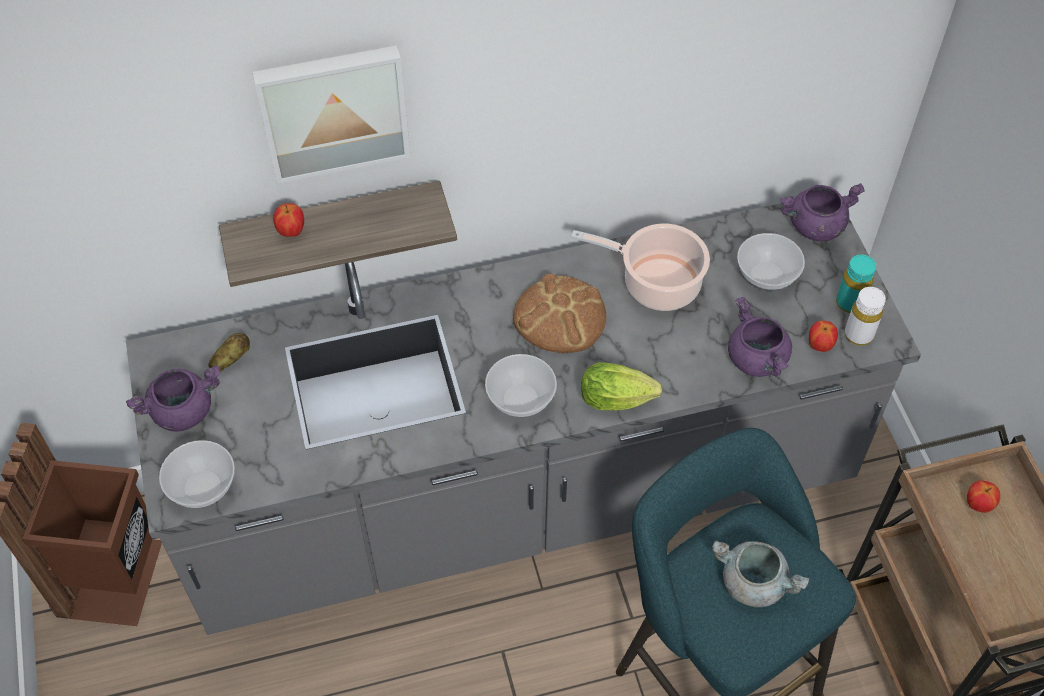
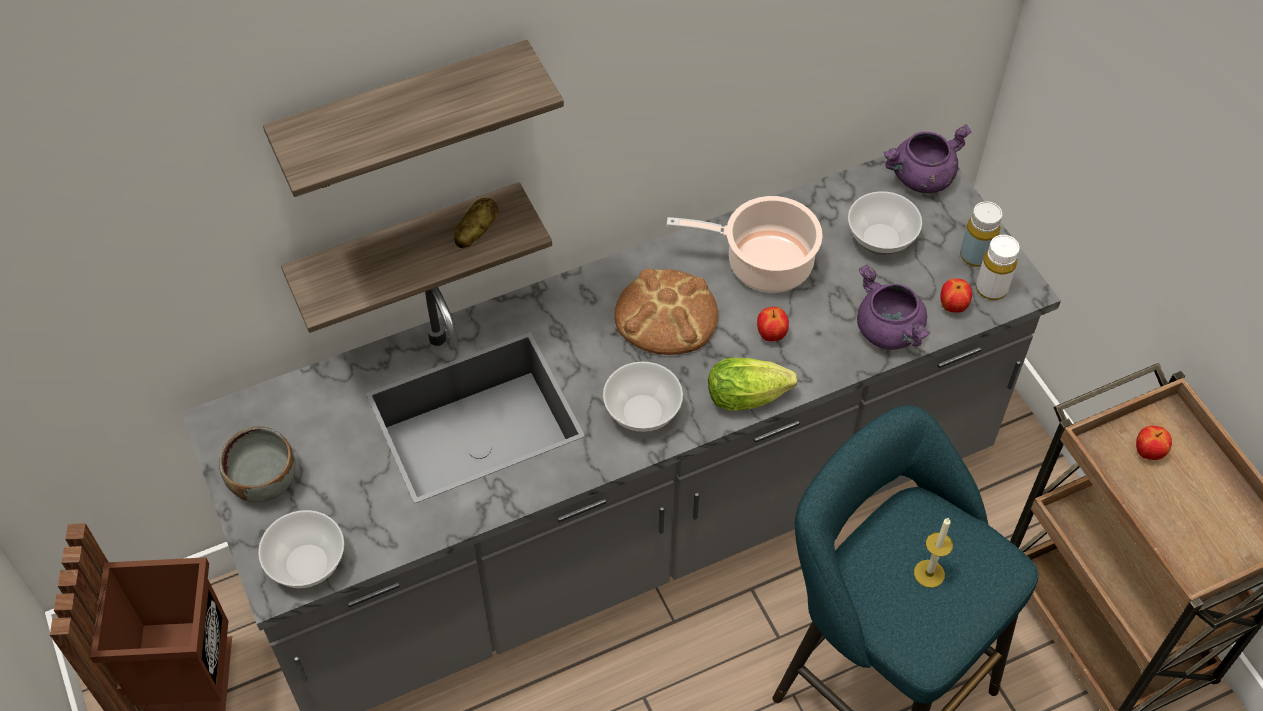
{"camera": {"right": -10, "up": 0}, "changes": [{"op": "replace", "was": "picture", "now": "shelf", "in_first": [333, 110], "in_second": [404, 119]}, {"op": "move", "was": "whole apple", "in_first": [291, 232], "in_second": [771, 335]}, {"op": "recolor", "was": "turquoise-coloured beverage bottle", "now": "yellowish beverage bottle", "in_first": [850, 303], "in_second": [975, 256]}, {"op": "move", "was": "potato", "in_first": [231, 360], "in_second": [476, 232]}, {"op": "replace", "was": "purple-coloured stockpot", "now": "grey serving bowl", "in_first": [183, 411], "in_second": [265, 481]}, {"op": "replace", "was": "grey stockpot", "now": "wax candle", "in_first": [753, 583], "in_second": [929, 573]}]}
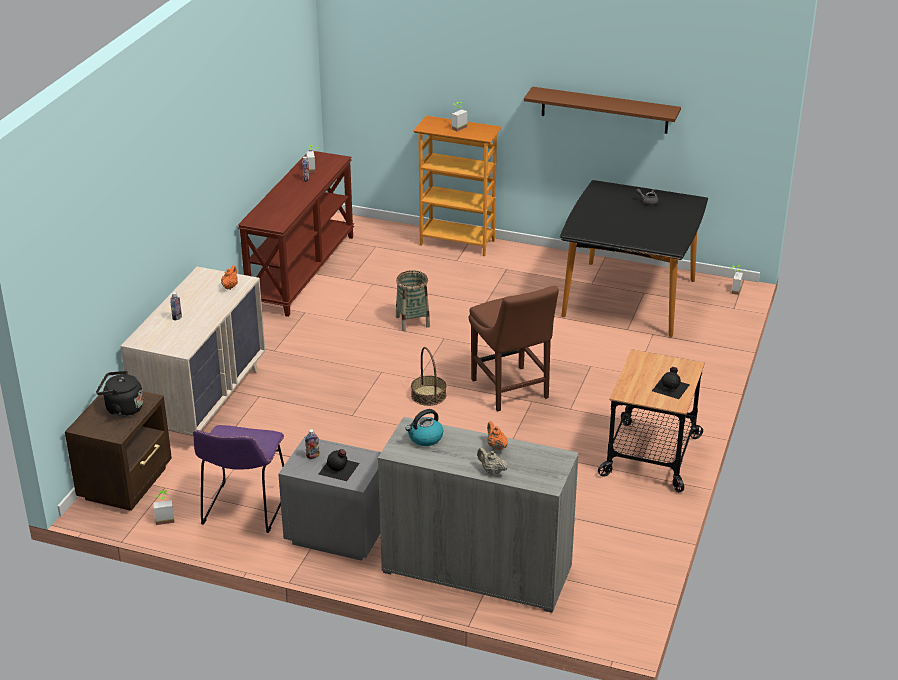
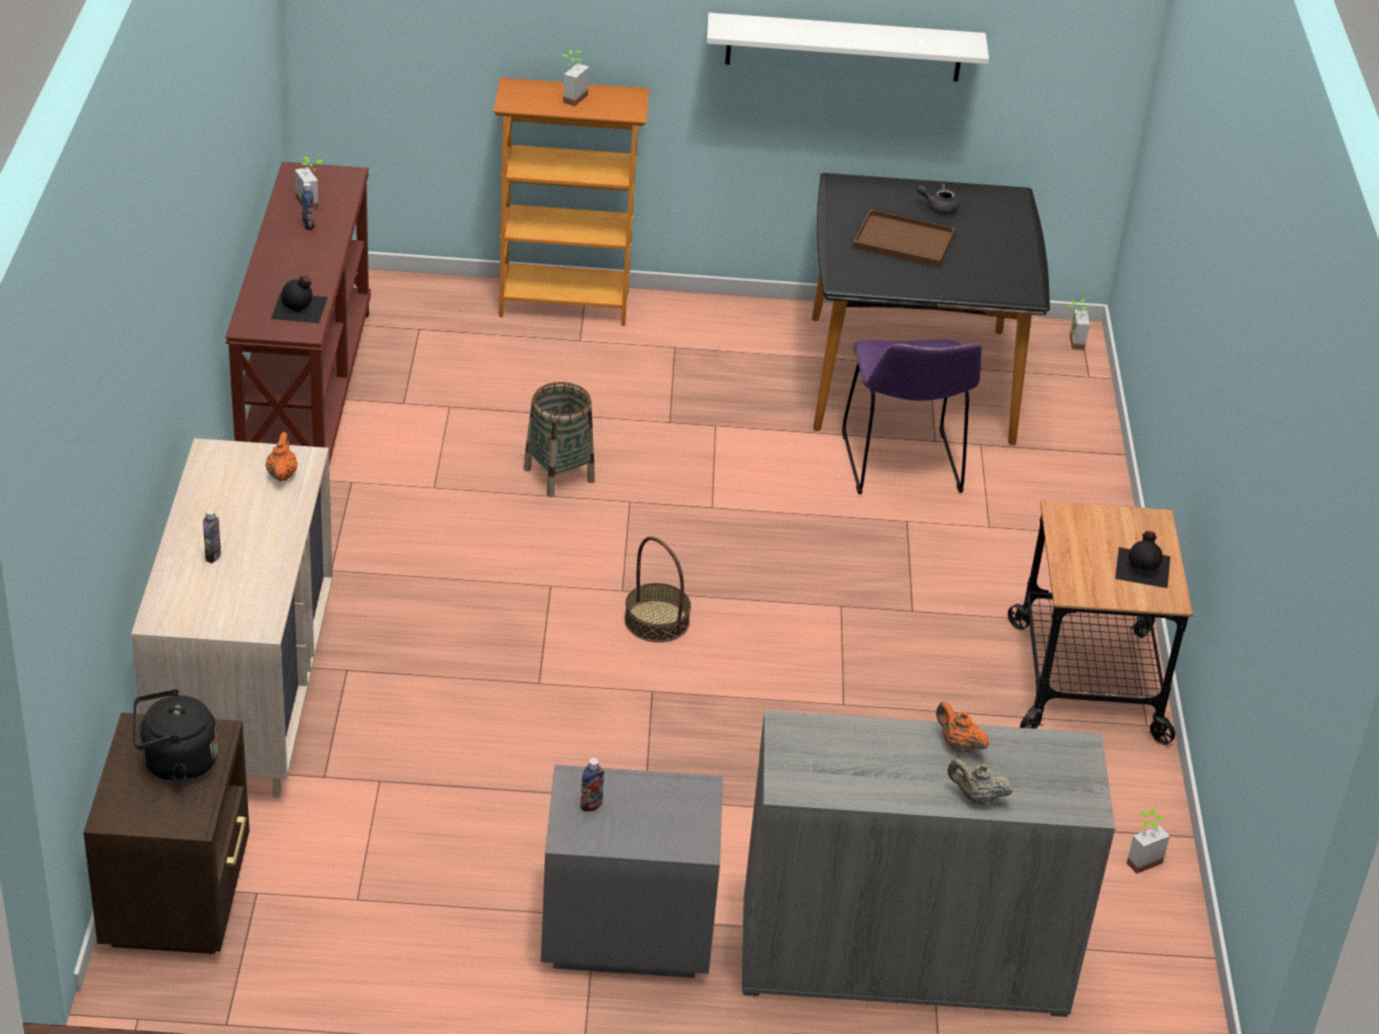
{"camera": {"right": -20, "up": 5}, "changes": [{"op": "recolor", "was": "brown shelf", "now": "white shelf", "in_first": [604, 110], "in_second": [844, 47]}, {"op": "delete", "was": "brown plain chair", "in_first": [511, 391]}, {"op": "delete", "was": "kettle", "in_first": [425, 438]}, {"op": "move", "was": "purple-coloured plain chair", "in_first": [243, 510], "in_second": [902, 467]}, {"op": "move", "was": "black-coloured beverage bottle", "in_first": [339, 469], "in_second": [300, 308]}, {"op": "move", "was": "potted plant", "in_first": [164, 518], "in_second": [1140, 858]}, {"op": "insert", "now": "brown carrying tray", "in_second": [901, 240]}]}
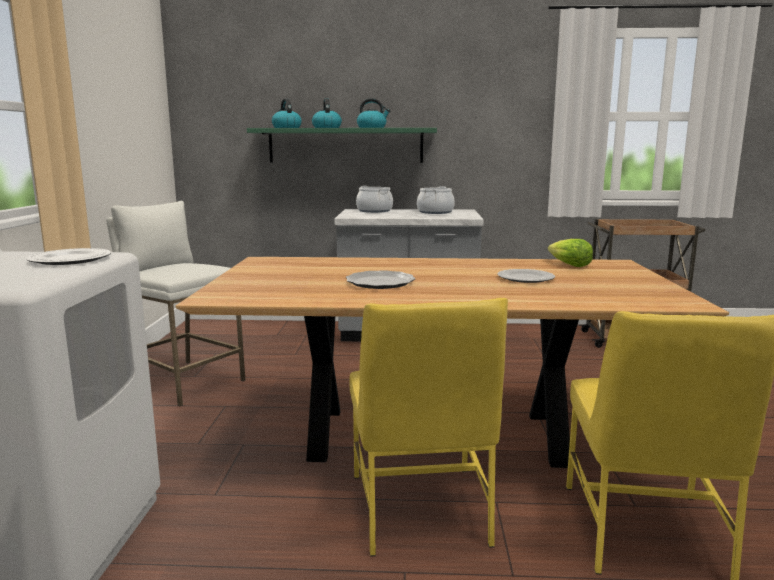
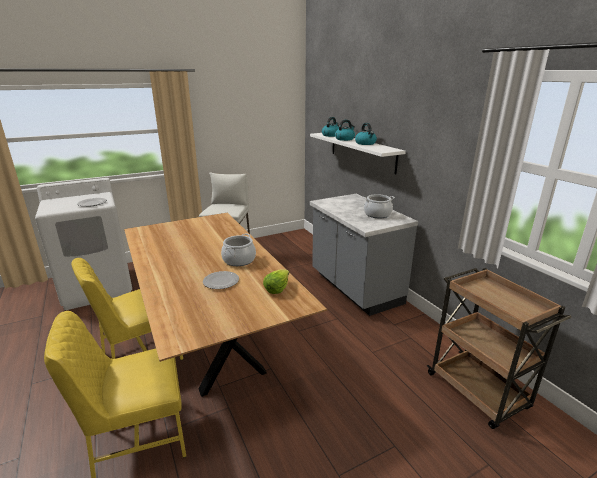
{"camera": {"right": 60, "up": 10}, "changes": [{"op": "recolor", "was": "green shelf", "now": "white shelf", "in_first": [345, 145], "in_second": [362, 151]}, {"op": "move", "was": "stockpot", "in_first": [374, 211], "in_second": [239, 260]}, {"op": "delete", "was": "plate", "in_first": [380, 282]}]}
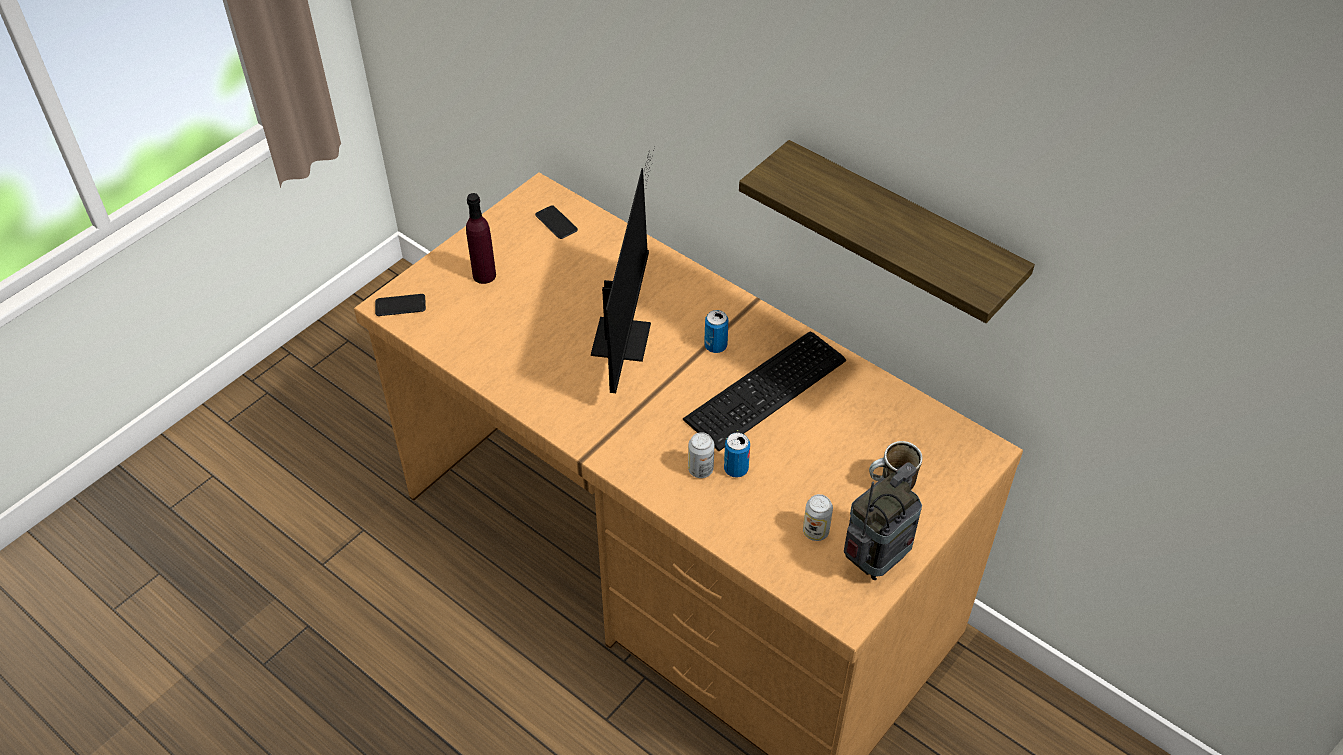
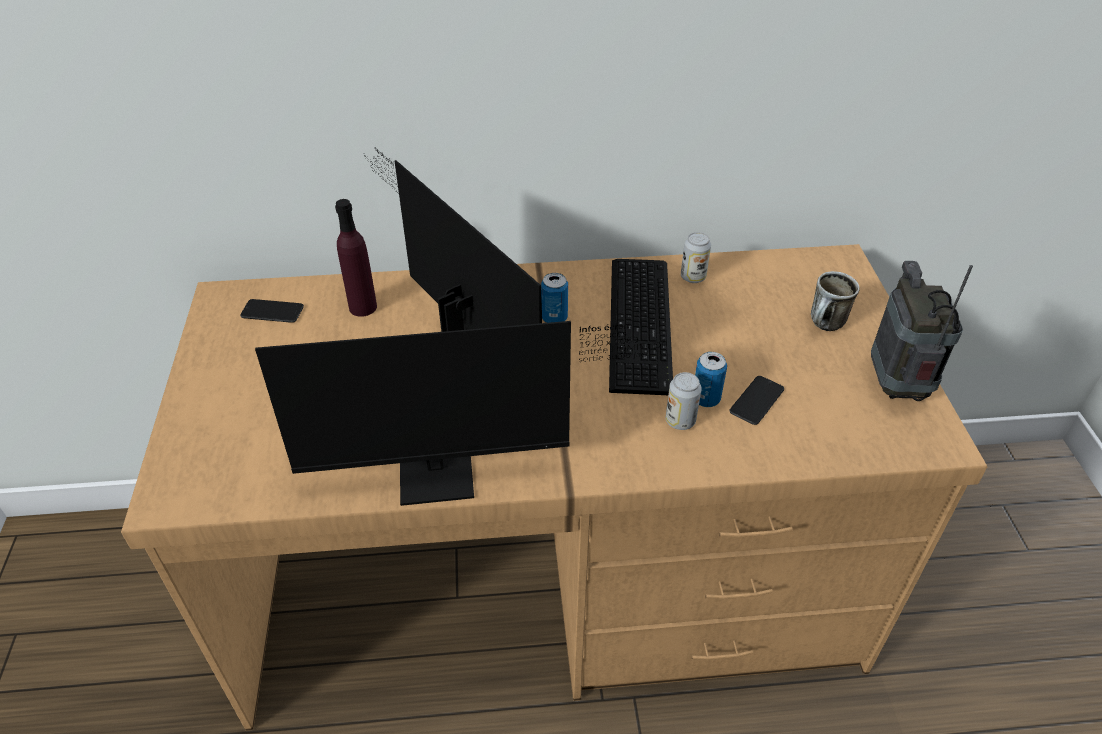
{"camera": {"right": -45, "up": -5}, "changes": [{"op": "delete", "was": "shelf", "in_first": [900, 235]}, {"op": "move", "was": "purple-coloured beverage bottle", "in_first": [484, 275], "in_second": [363, 307]}, {"op": "move", "was": "handset", "in_first": [400, 306], "in_second": [756, 401]}, {"op": "move", "was": "metal can", "in_first": [815, 531], "in_second": [693, 277]}, {"op": "insert", "now": "monitor", "in_second": [450, 475]}]}
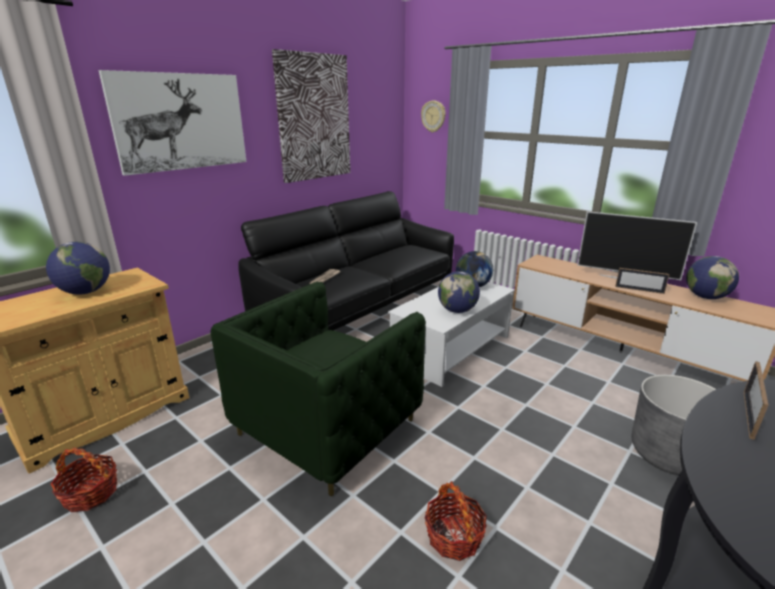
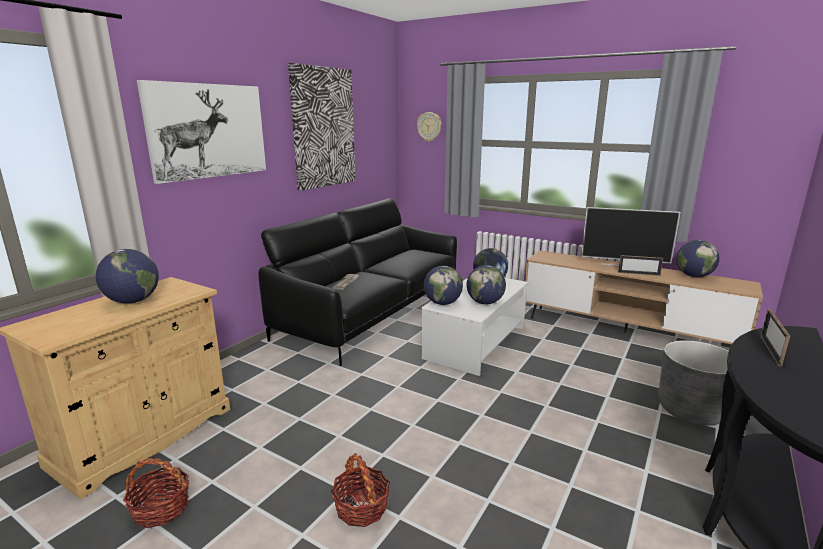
{"camera": {"right": -10, "up": -5}, "changes": [{"op": "delete", "was": "green armchair", "in_first": [326, 427]}, {"op": "move", "was": "storage basket", "in_first": [453, 536], "in_second": [361, 508]}, {"op": "insert", "now": "world globe", "in_second": [442, 303]}]}
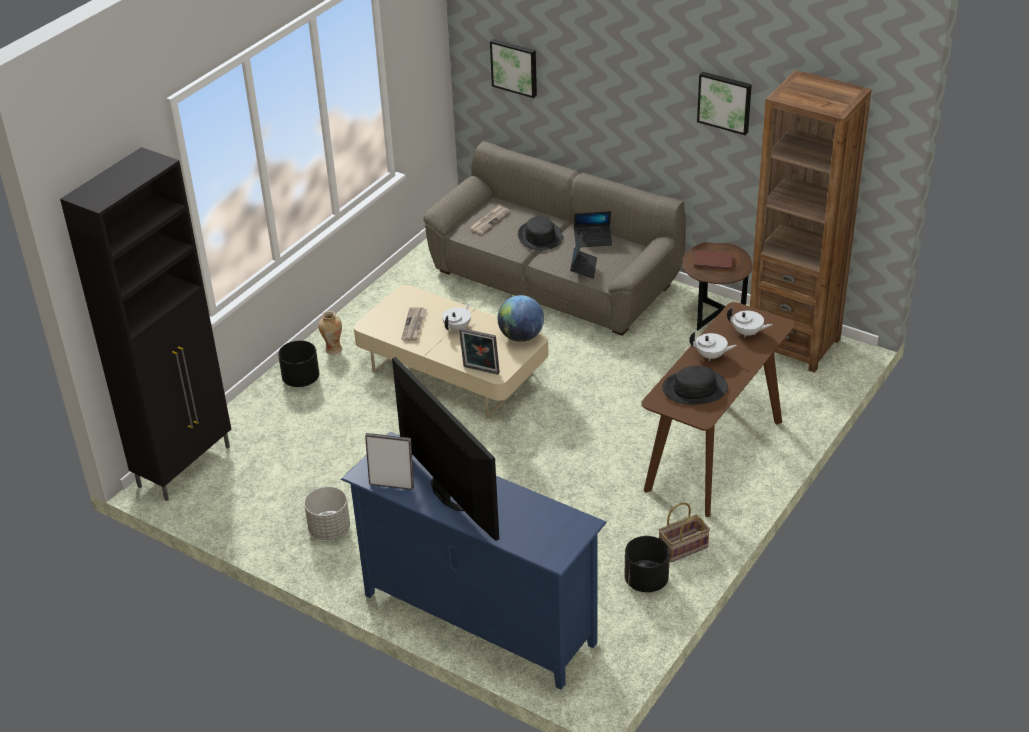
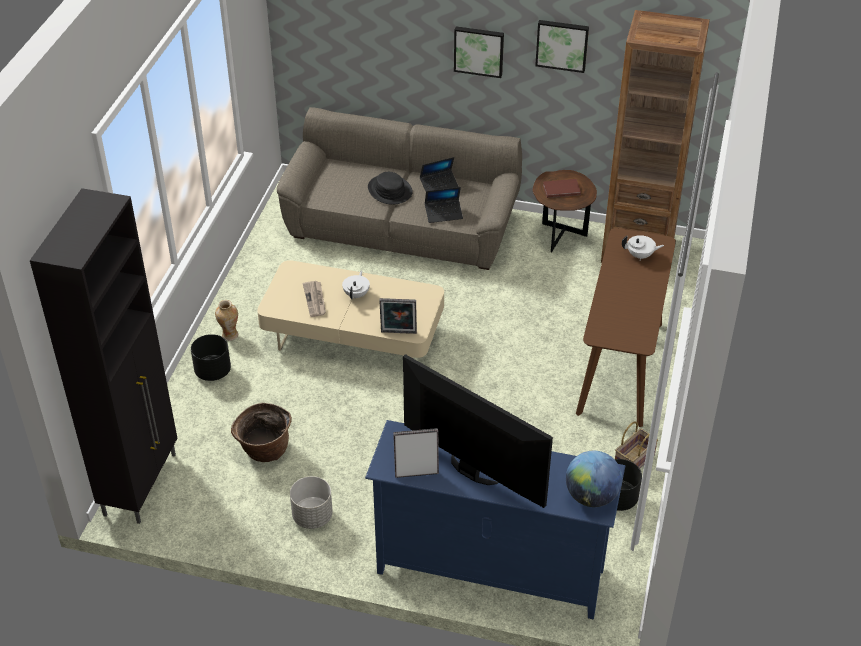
{"camera": {"right": -20, "up": 5}, "changes": [{"op": "move", "was": "picture", "in_first": [515, 67], "in_second": [479, 50]}, {"op": "delete", "was": "printed paper", "in_first": [490, 221]}, {"op": "rotate", "was": "notebook computer", "in_first": [583, 267], "in_second": [443, 214], "clockwise": 90}, {"op": "move", "was": "world globe", "in_first": [521, 337], "in_second": [591, 496]}, {"op": "delete", "was": "white teapot", "in_first": [711, 356]}, {"op": "delete", "was": "black-coloured clothing hat", "in_first": [695, 389]}, {"op": "insert", "now": "storage basket", "in_second": [264, 450]}]}
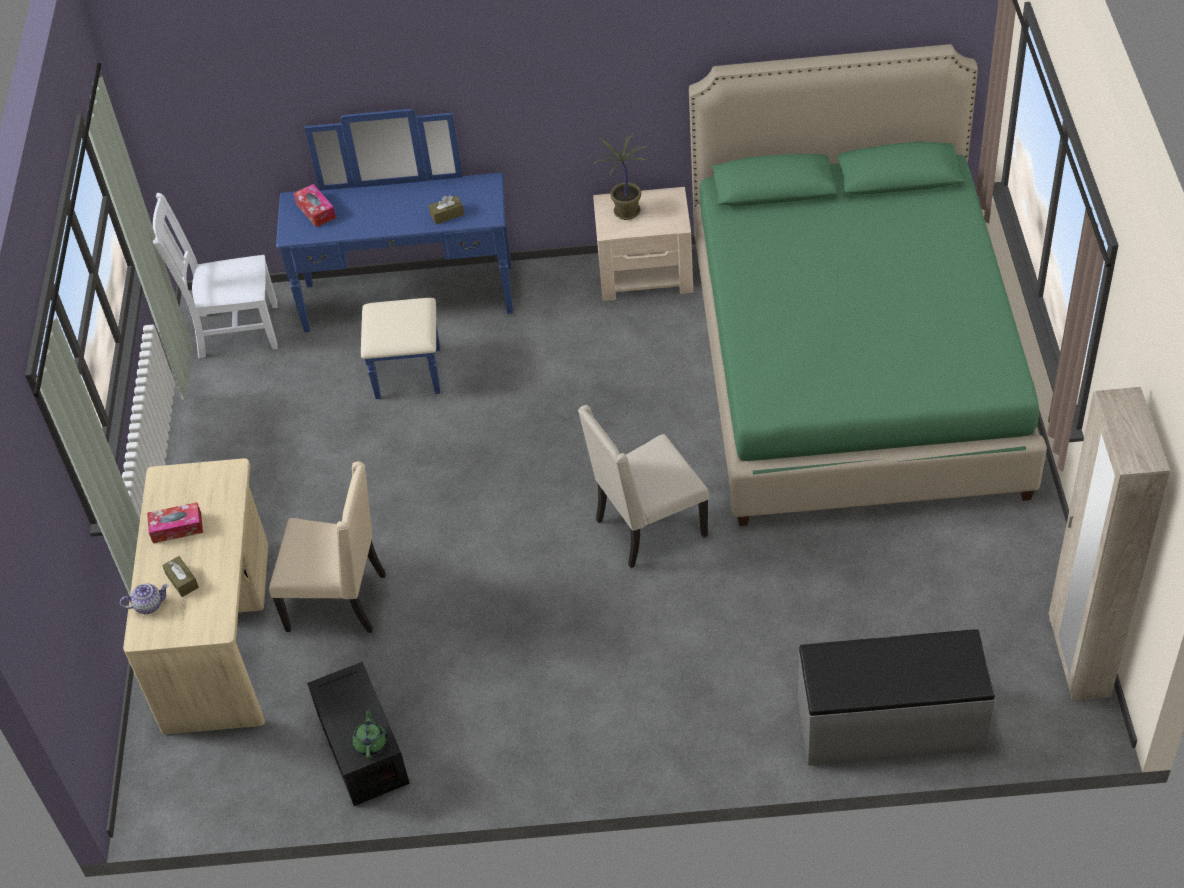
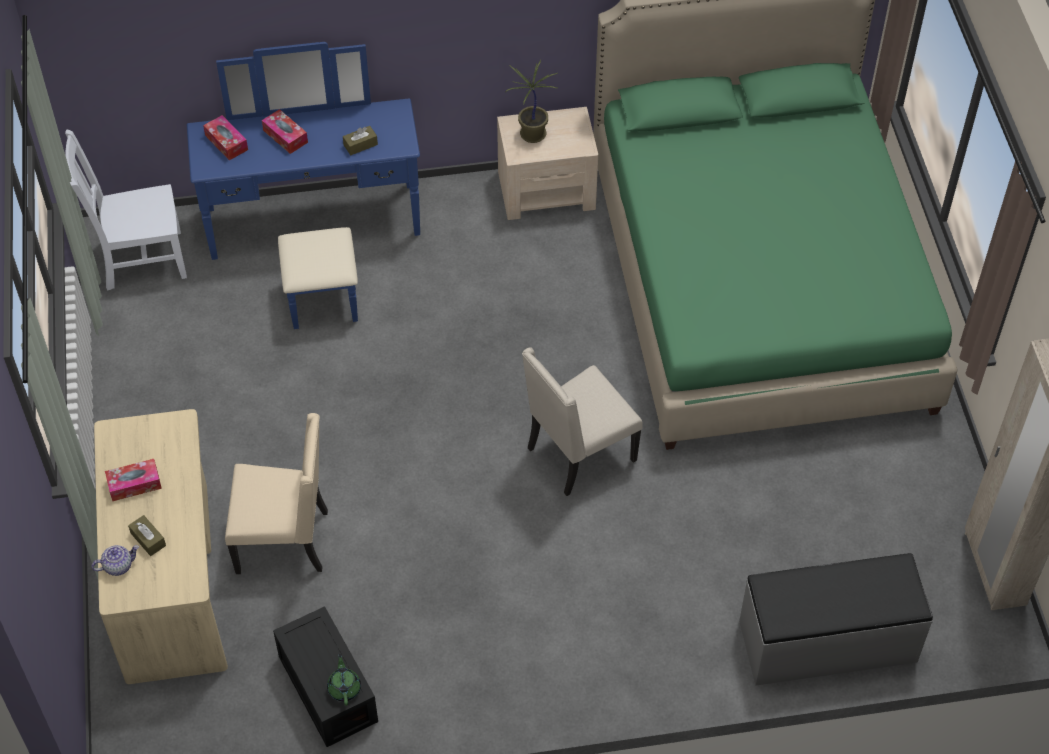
{"camera": {"right": -10, "up": 5}, "changes": [{"op": "insert", "now": "tissue box", "in_second": [285, 136]}]}
